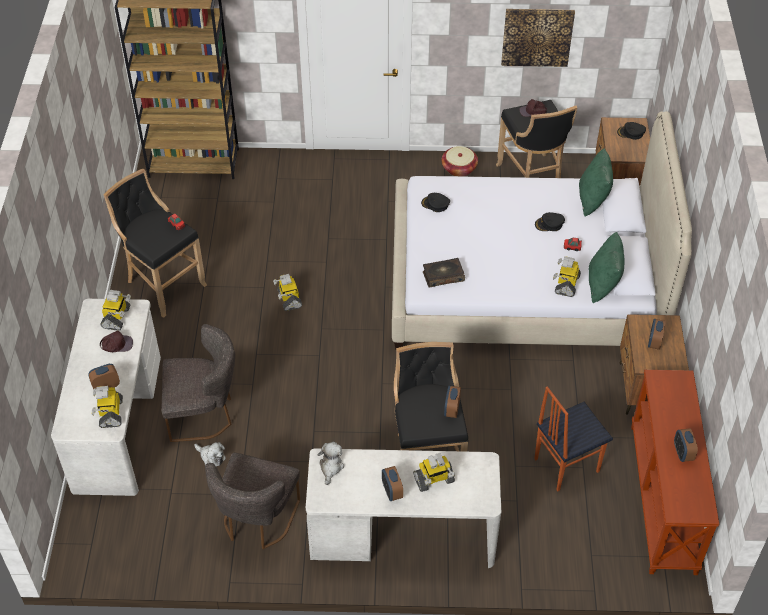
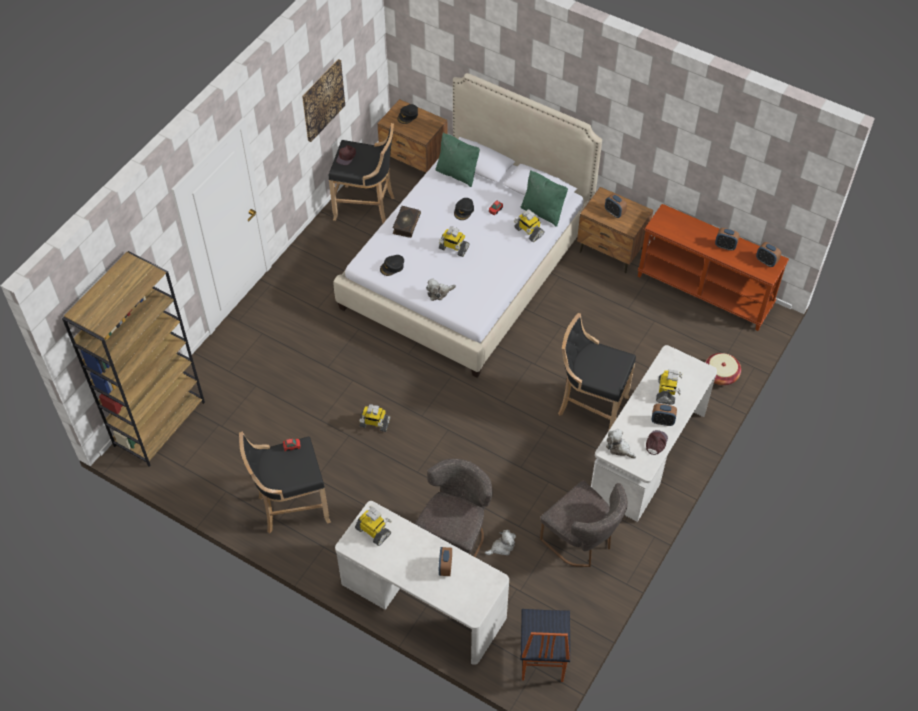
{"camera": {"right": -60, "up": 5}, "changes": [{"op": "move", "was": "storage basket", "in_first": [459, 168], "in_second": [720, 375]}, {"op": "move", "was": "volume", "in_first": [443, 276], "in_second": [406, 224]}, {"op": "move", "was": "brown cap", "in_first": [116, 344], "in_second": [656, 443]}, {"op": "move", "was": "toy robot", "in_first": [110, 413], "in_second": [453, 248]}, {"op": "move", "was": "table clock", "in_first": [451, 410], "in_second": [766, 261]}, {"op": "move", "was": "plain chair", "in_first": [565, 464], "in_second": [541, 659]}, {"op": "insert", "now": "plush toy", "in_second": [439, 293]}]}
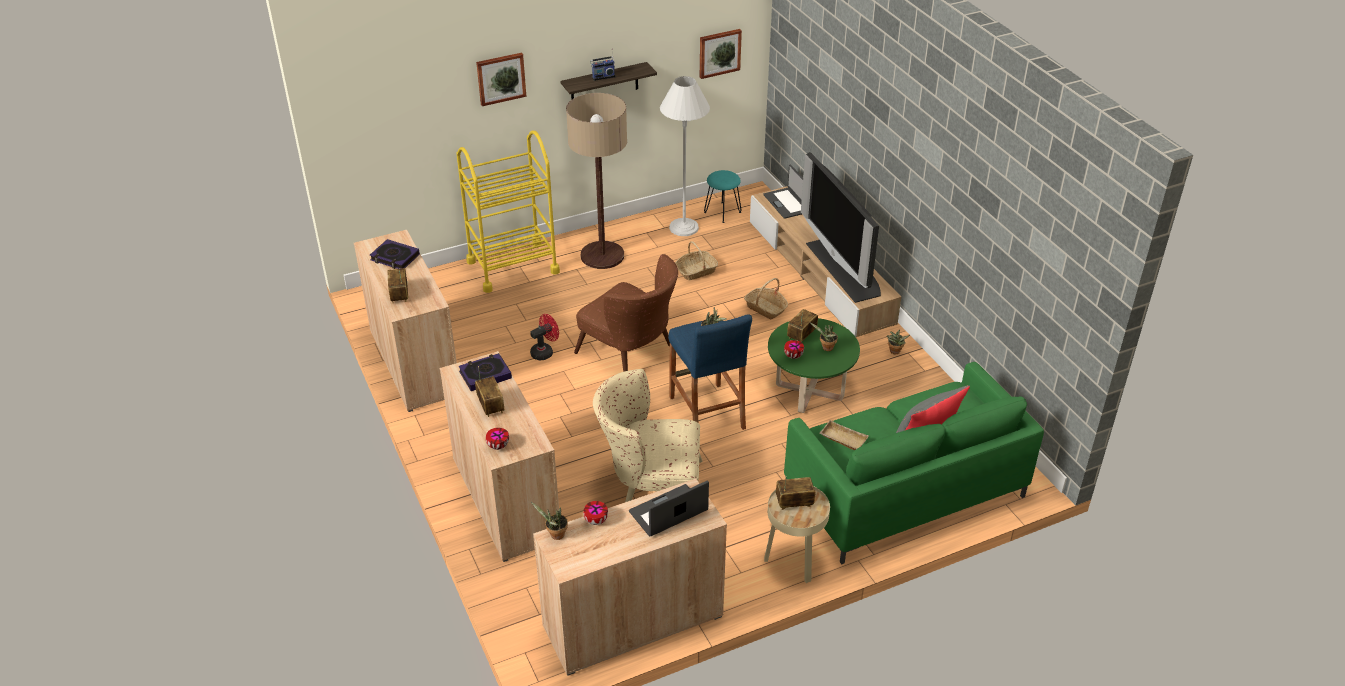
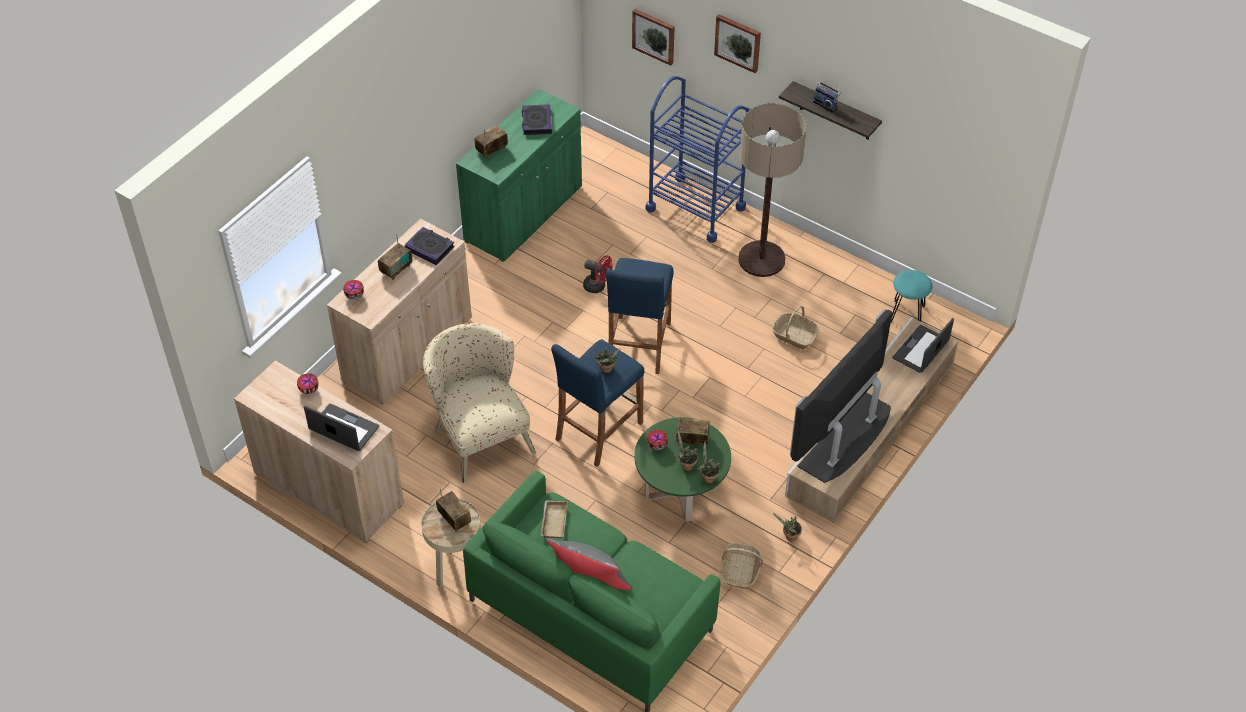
{"camera": {"right": 60, "up": 10}, "changes": [{"op": "move", "was": "picture", "in_first": [719, 53], "in_second": [654, 36]}, {"op": "delete", "was": "white standing lamp", "in_first": [684, 227]}, {"op": "recolor", "was": "yellowish cart", "now": "blue-coloured cart", "in_first": [513, 266], "in_second": [695, 208]}, {"op": "recolor", "was": "beige storage cabinet", "now": "green storage cabinet", "in_first": [415, 363], "in_second": [524, 214]}, {"op": "replace", "was": "brown armchair", "now": "blue-coloured stool", "in_first": [631, 354], "in_second": [638, 344]}, {"op": "move", "was": "storage basket", "in_first": [765, 308], "in_second": [740, 571]}, {"op": "move", "was": "potted plant", "in_first": [555, 535], "in_second": [708, 477]}]}
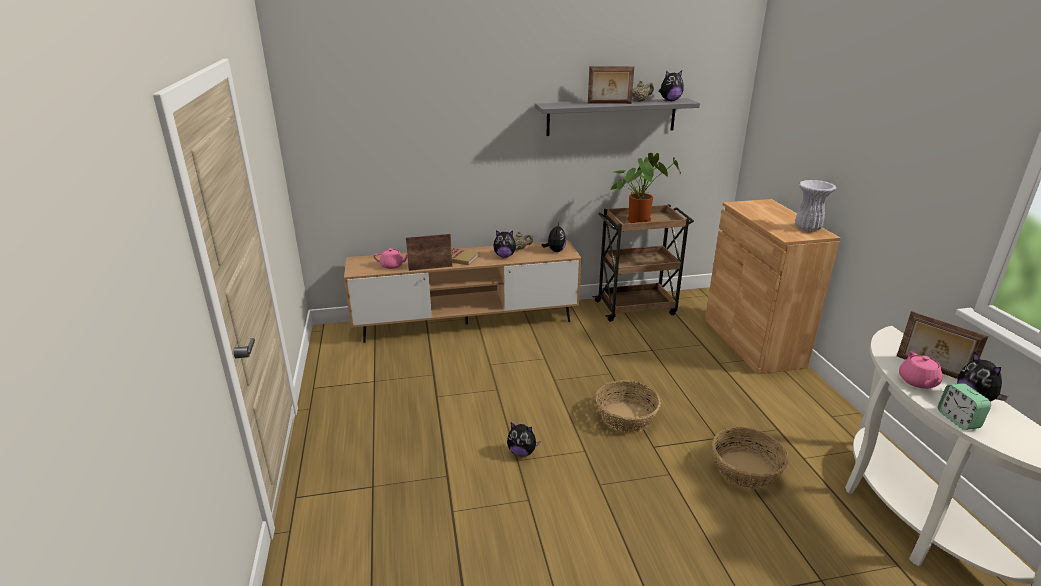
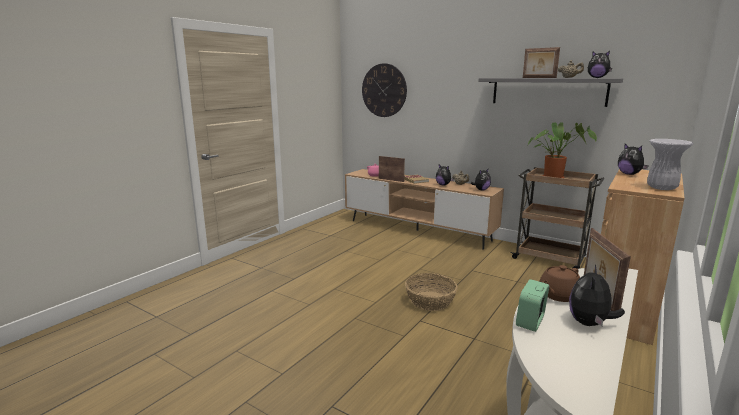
{"camera": {"right": 45, "up": -10}, "changes": [{"op": "recolor", "was": "pinkish teapot", "now": "brown teapot", "in_first": [917, 382], "in_second": [558, 295]}, {"op": "move", "was": "plush toy", "in_first": [522, 452], "in_second": [629, 174]}, {"op": "delete", "was": "storage basket", "in_first": [746, 470]}, {"op": "insert", "now": "hanging clock", "in_second": [384, 90]}]}
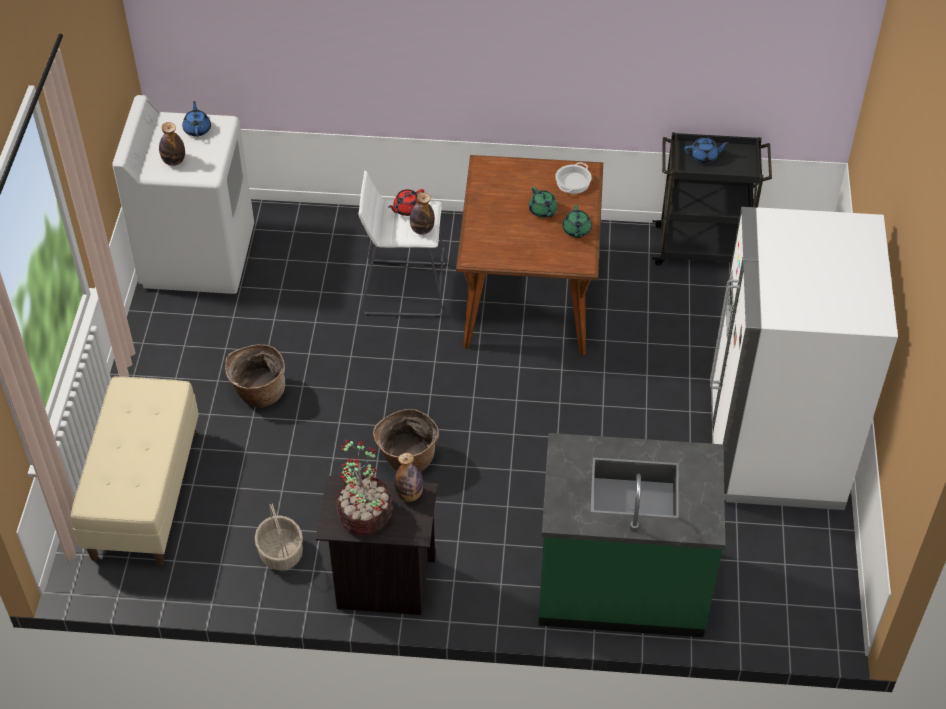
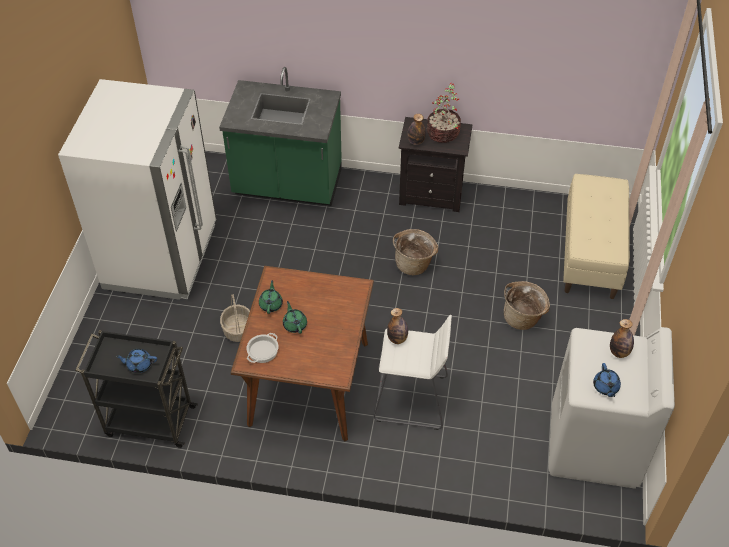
{"camera": {"right": -175, "up": 0}, "changes": [{"op": "delete", "was": "reddish teapot", "in_first": [407, 209]}, {"op": "move", "was": "storage basket", "in_first": [281, 553], "in_second": [238, 330]}]}
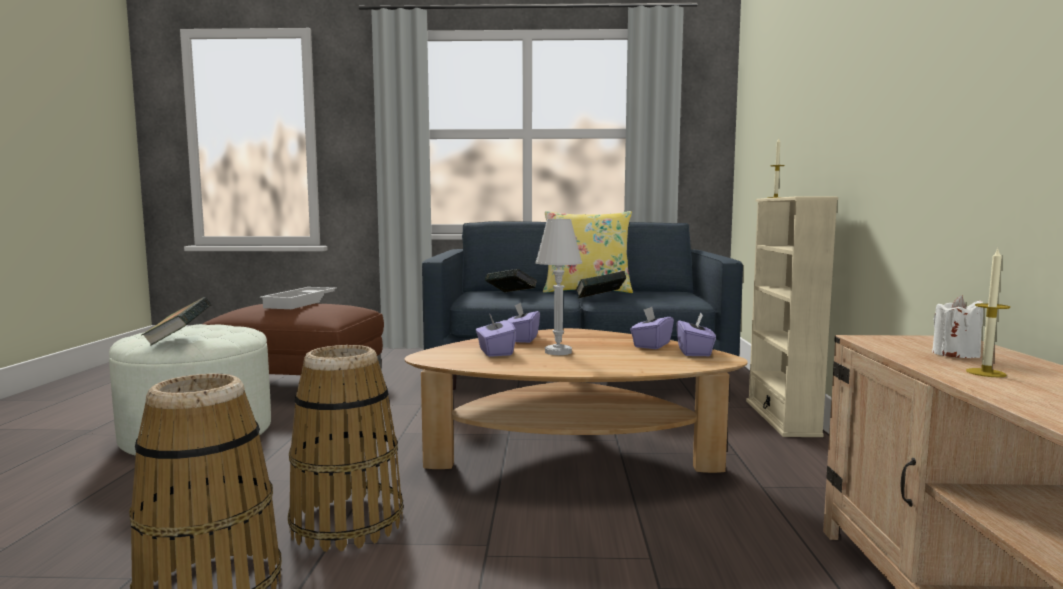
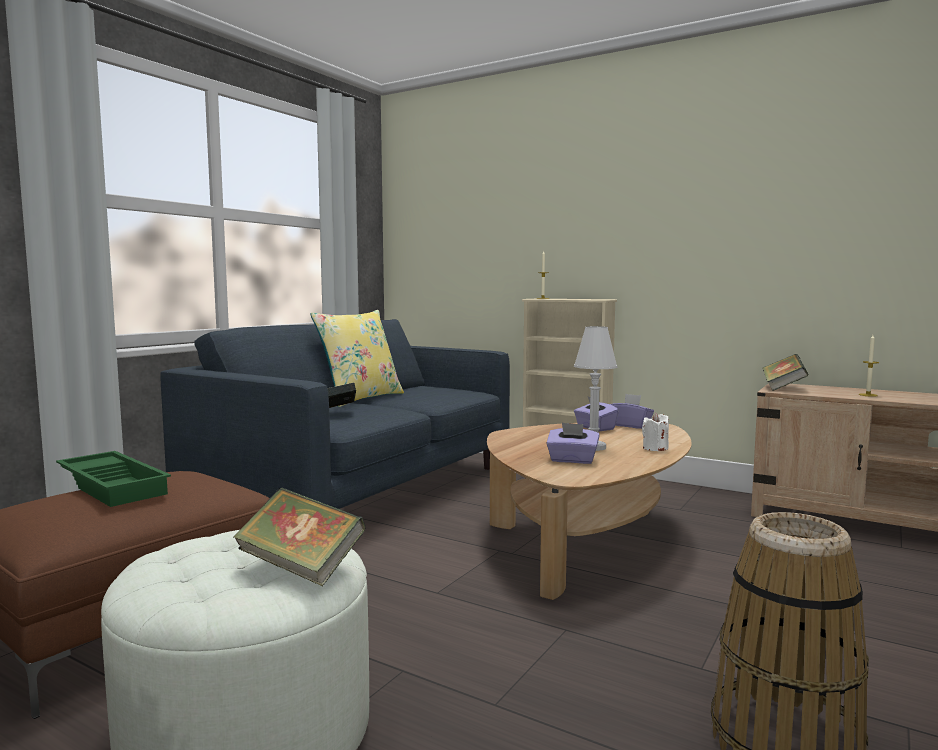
{"camera": {"right": -60, "up": 0}, "changes": [{"op": "move", "was": "volume", "in_first": [600, 299], "in_second": [783, 388]}, {"op": "recolor", "was": "white carrying tray", "now": "green carrying tray", "in_first": [301, 303], "in_second": [115, 486]}, {"op": "move", "was": "white wax candle", "in_first": [955, 354], "in_second": [655, 448]}, {"op": "delete", "was": "purple-coloured tissue box", "in_first": [522, 339]}, {"op": "delete", "was": "storage basket", "in_first": [347, 522]}]}
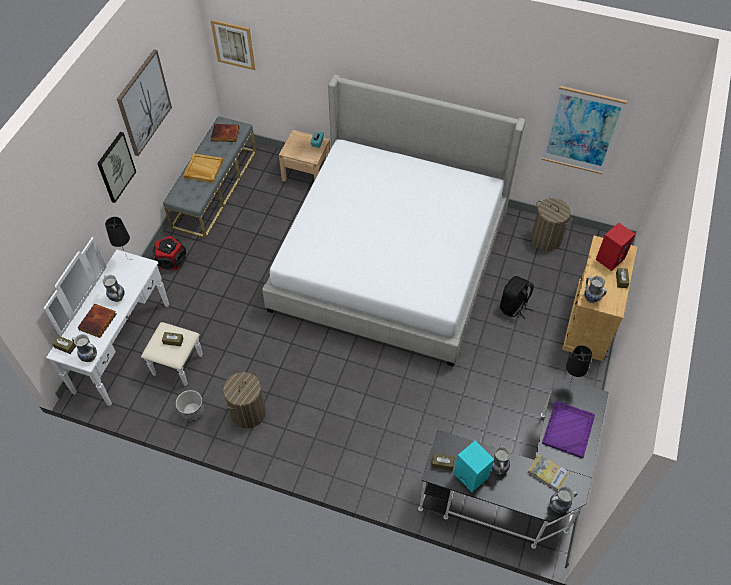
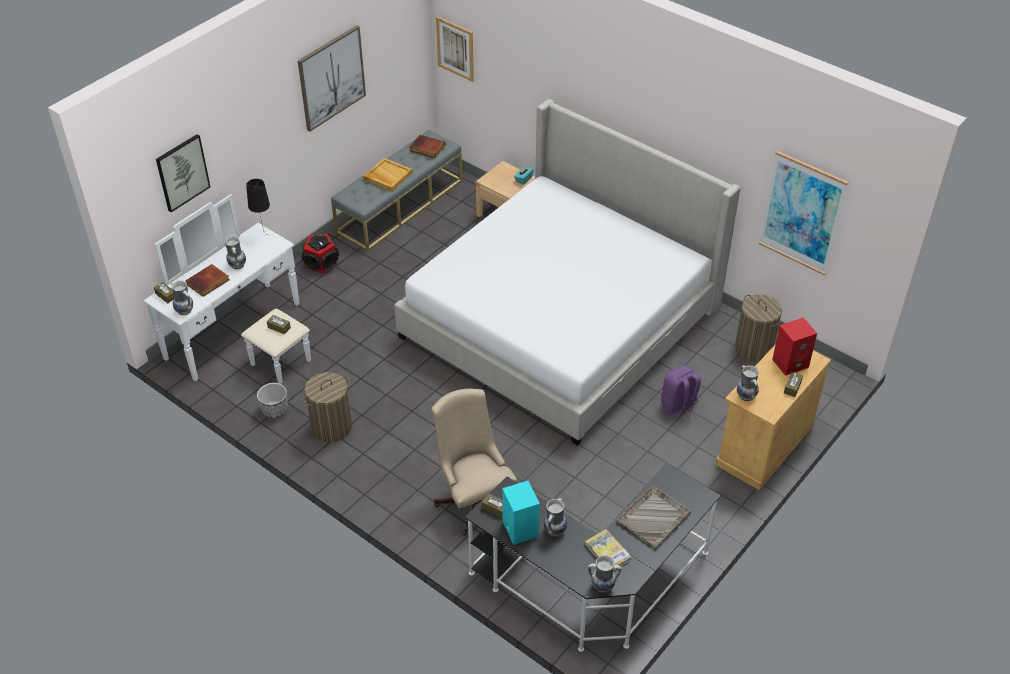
{"camera": {"right": 20, "up": -10}, "changes": [{"op": "move", "was": "picture", "in_first": [115, 167], "in_second": [182, 172]}, {"op": "recolor", "was": "black-coloured knapsack", "now": "purple-coloured knapsack", "in_first": [513, 307], "in_second": [679, 406]}, {"op": "delete", "was": "black-coloured table lamp", "in_first": [568, 386]}, {"op": "recolor", "was": "purple-coloured carrying tray", "now": "grey carrying tray", "in_first": [568, 429], "in_second": [654, 517]}, {"op": "insert", "now": "beige office chair", "in_second": [473, 499]}]}
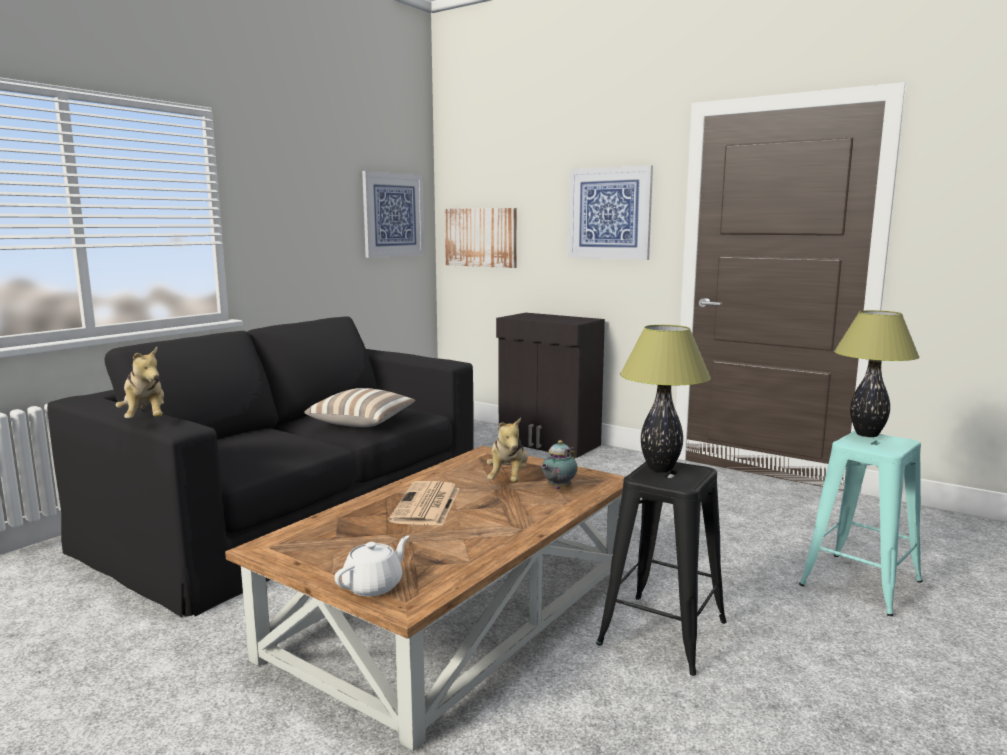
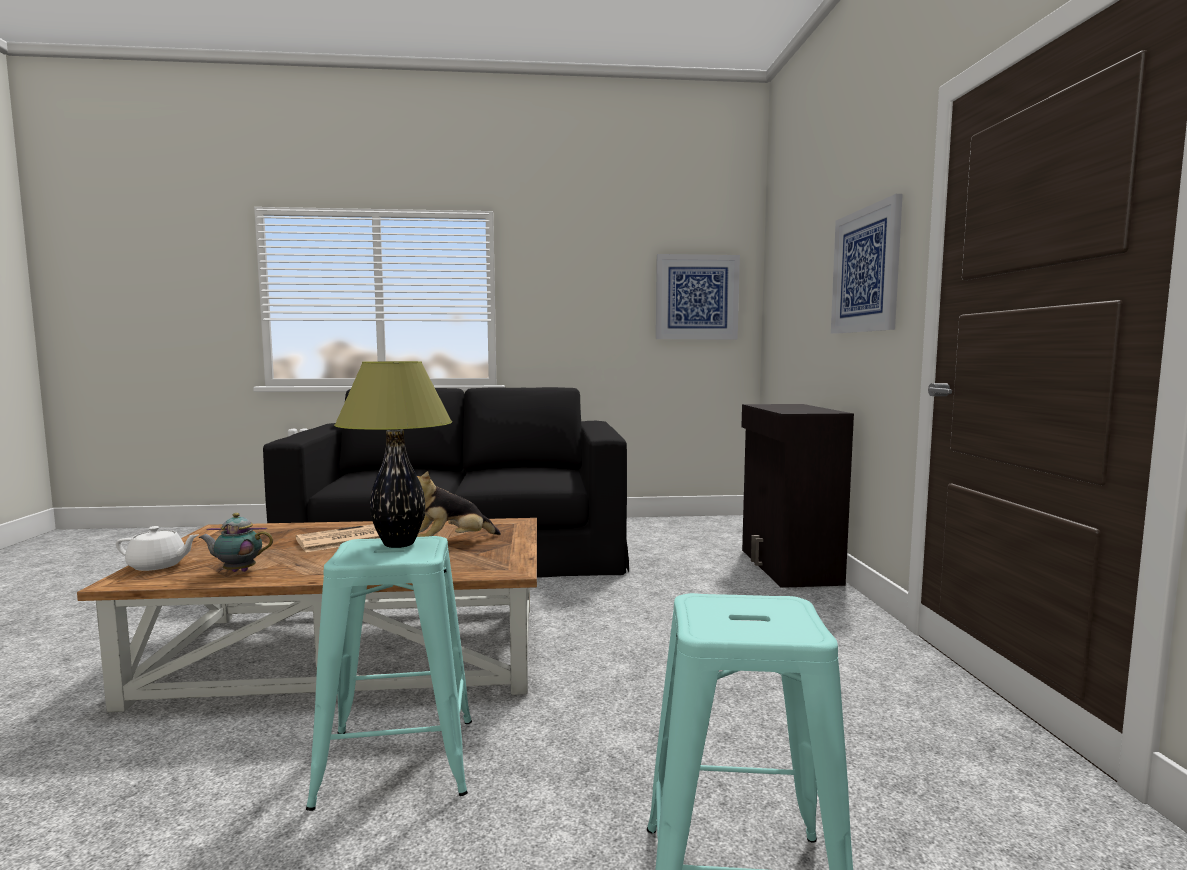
{"camera": {"right": 50, "up": -5}, "changes": [{"op": "delete", "was": "picture", "in_first": [481, 237]}, {"op": "delete", "was": "table lamp", "in_first": [867, 435]}, {"op": "delete", "was": "plush toy", "in_first": [146, 420]}, {"op": "delete", "was": "throw pillow", "in_first": [362, 422]}, {"op": "move", "was": "teapot", "in_first": [558, 488], "in_second": [237, 571]}, {"op": "recolor", "was": "black-coloured stool", "now": "turquoise-coloured stool", "in_first": [663, 632], "in_second": [398, 761]}]}
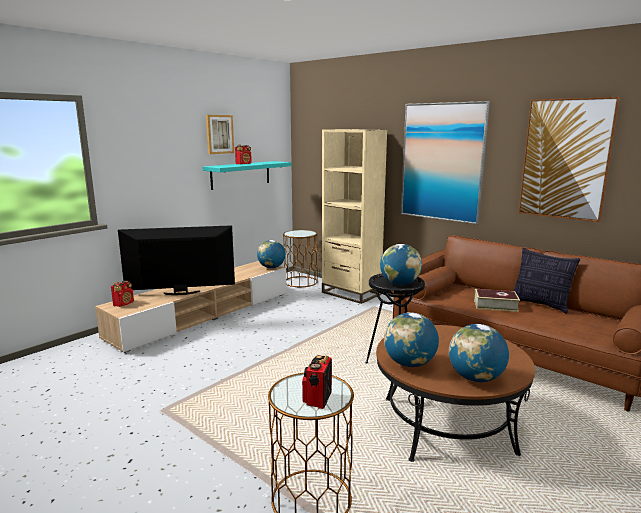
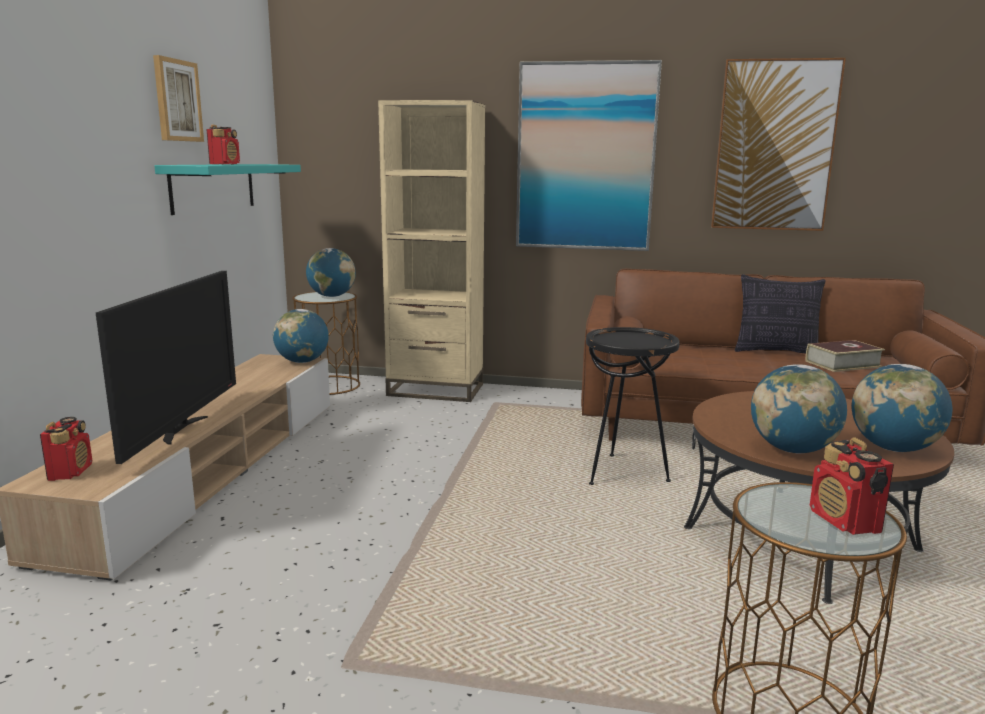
{"camera": {"right": -30, "up": 0}, "changes": [{"op": "rotate", "was": "television", "in_first": [181, 293], "in_second": [181, 429], "clockwise": 135}, {"op": "move", "was": "world globe", "in_first": [399, 284], "in_second": [332, 296]}, {"op": "move", "was": "volume", "in_first": [495, 305], "in_second": [842, 364]}]}
